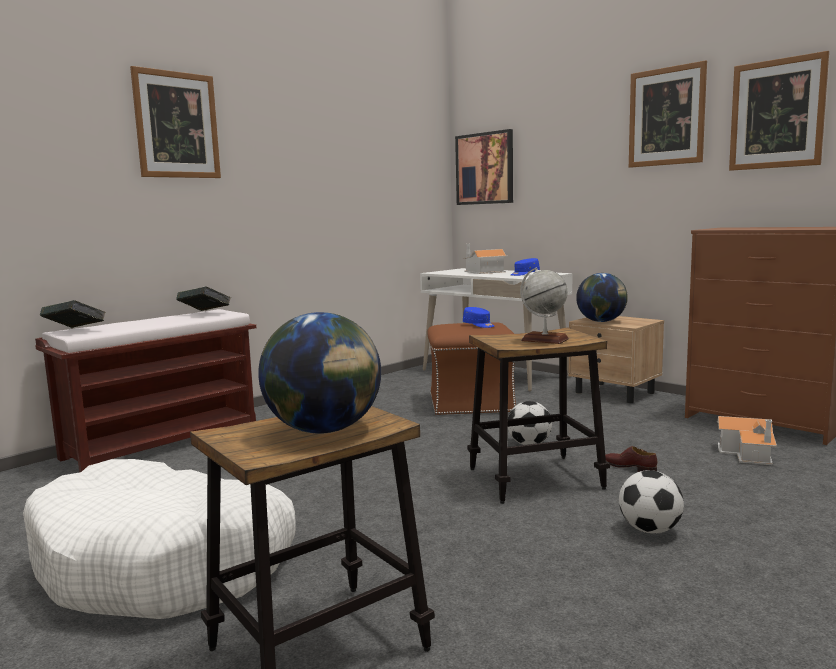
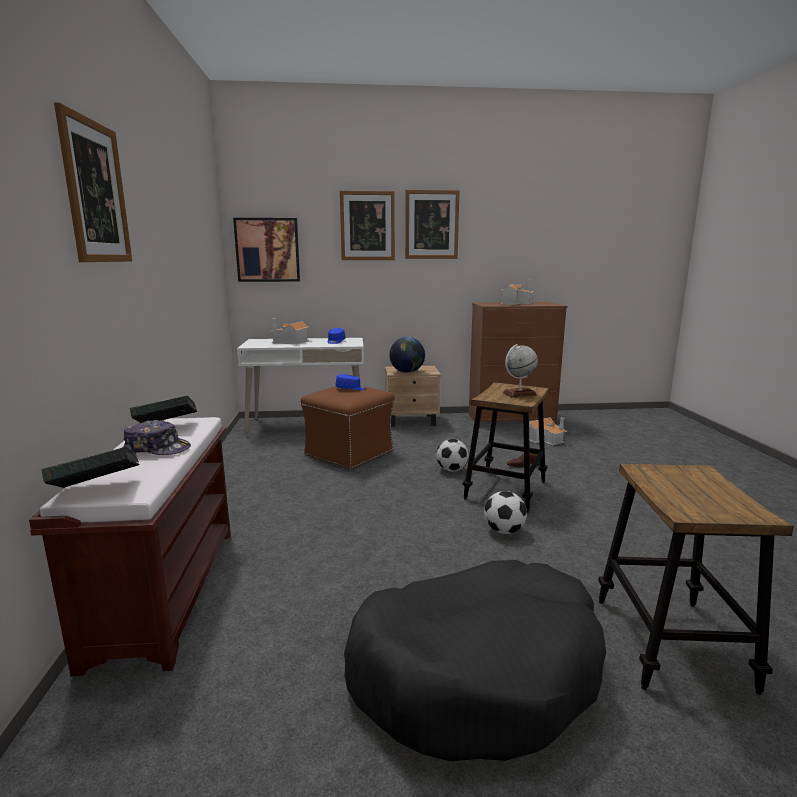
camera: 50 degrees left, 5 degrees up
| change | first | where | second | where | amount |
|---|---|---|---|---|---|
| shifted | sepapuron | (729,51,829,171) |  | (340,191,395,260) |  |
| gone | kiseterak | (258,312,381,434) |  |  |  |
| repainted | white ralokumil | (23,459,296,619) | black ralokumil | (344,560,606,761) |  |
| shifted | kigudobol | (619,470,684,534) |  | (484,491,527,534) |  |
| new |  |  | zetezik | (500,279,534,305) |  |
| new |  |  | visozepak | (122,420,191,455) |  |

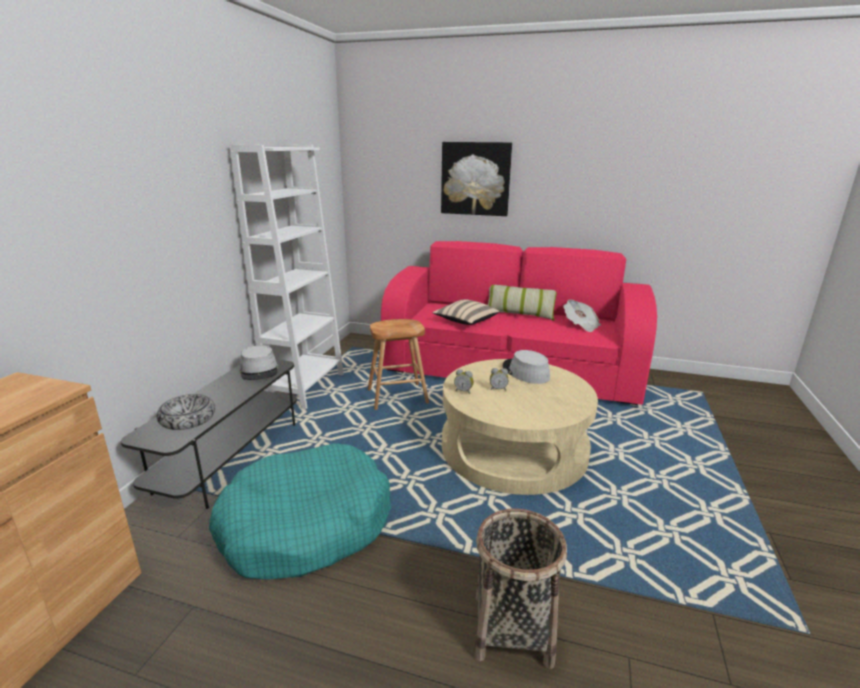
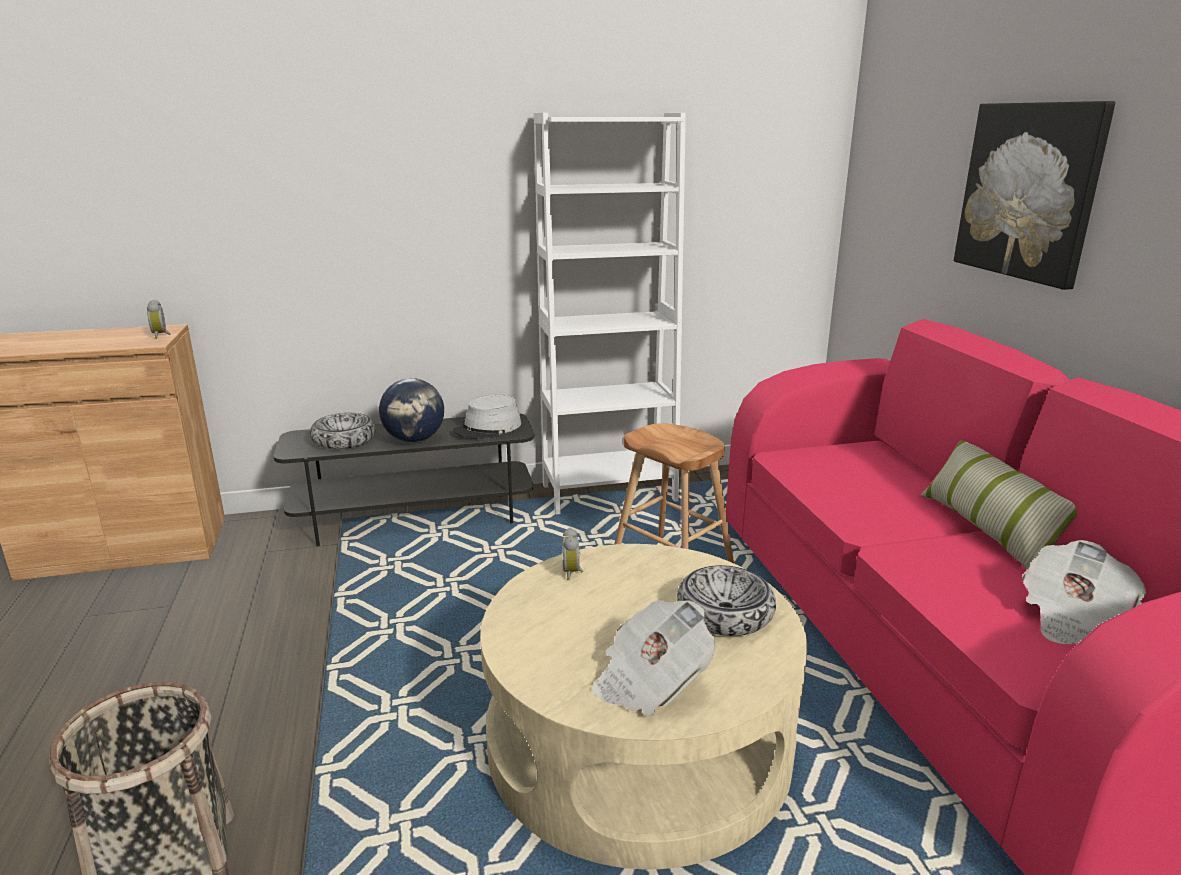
camera: 60 degrees right, 0 degrees up
| change | first | where | second | where | amount |
|---|---|---|---|---|---|
| gone | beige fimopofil | (433,299,499,325) |  |  |  |
| swapped | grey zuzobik | (502,350,550,384) | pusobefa | (677,565,776,636) |  |
| shifted | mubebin | (490,368,508,391) |  | (147,300,170,339) |  |
| gone | turquoise ralokumil | (209,443,391,580) |  |  |  |
| new |  |  | kiseterak | (379,378,444,442) |  |
| new |  |  | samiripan | (592,600,716,716) |  |

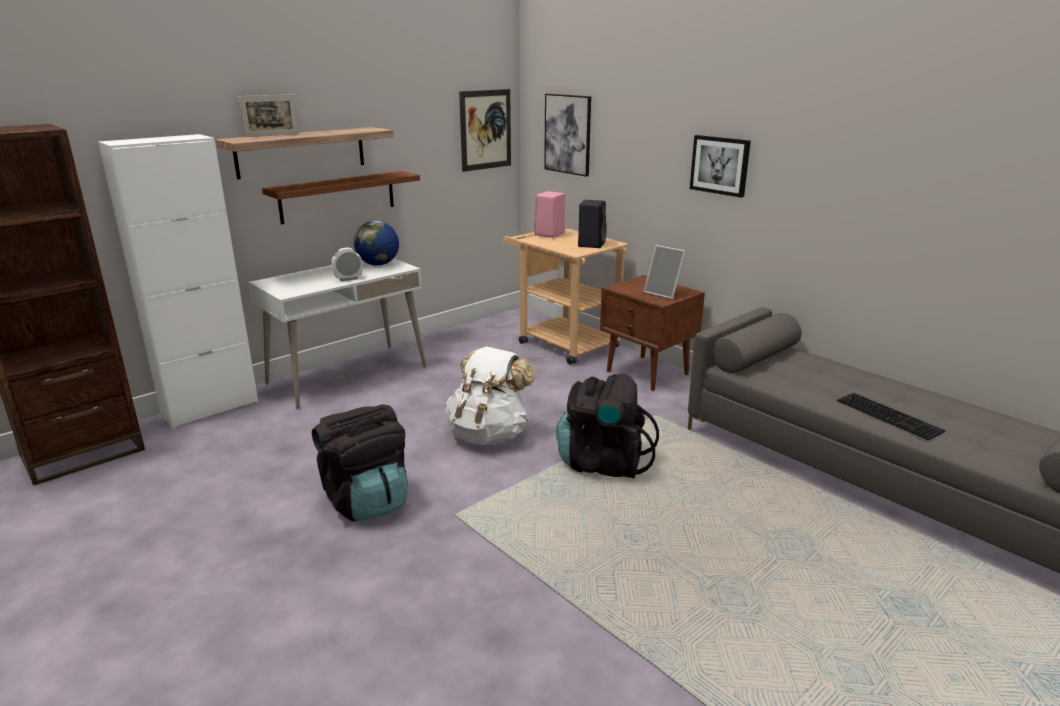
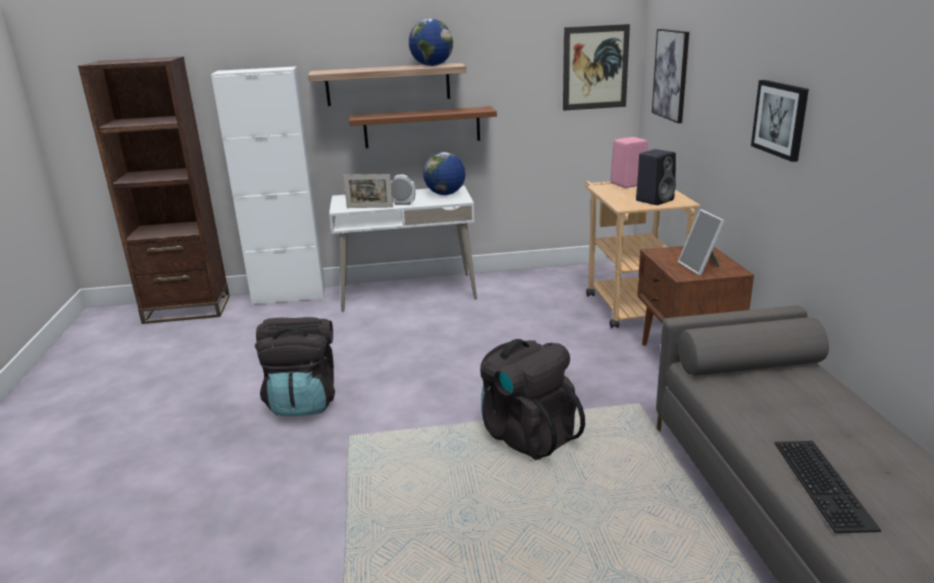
camera: 35 degrees right, 0 degrees up
| change | first | where | second | where | amount |
|---|---|---|---|---|---|
| shifted | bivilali | (238,95,299,137) |  | (343,174,393,208) |  |
| gone | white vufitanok | (445,346,536,445) |  |  |  |
| new |  |  | kiseterak | (409,19,453,66) |  |

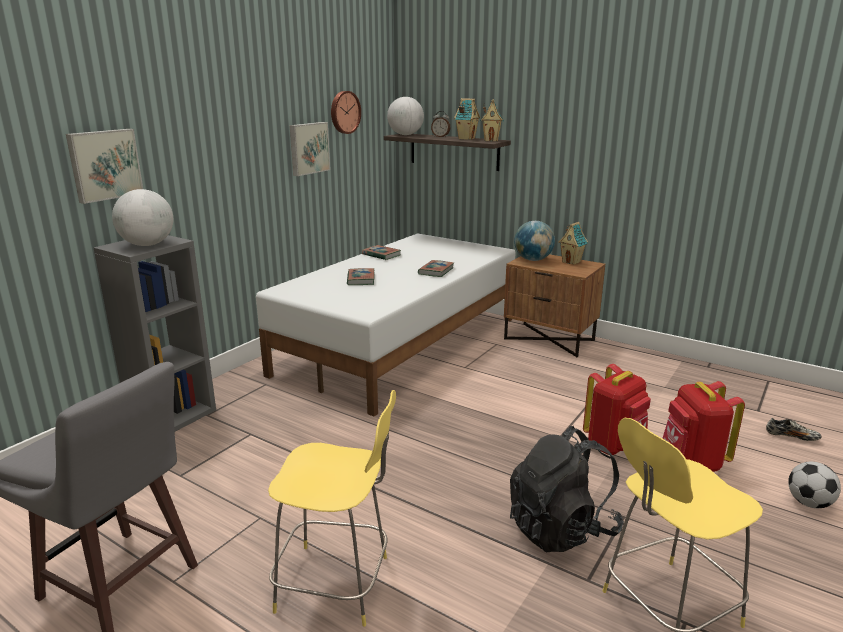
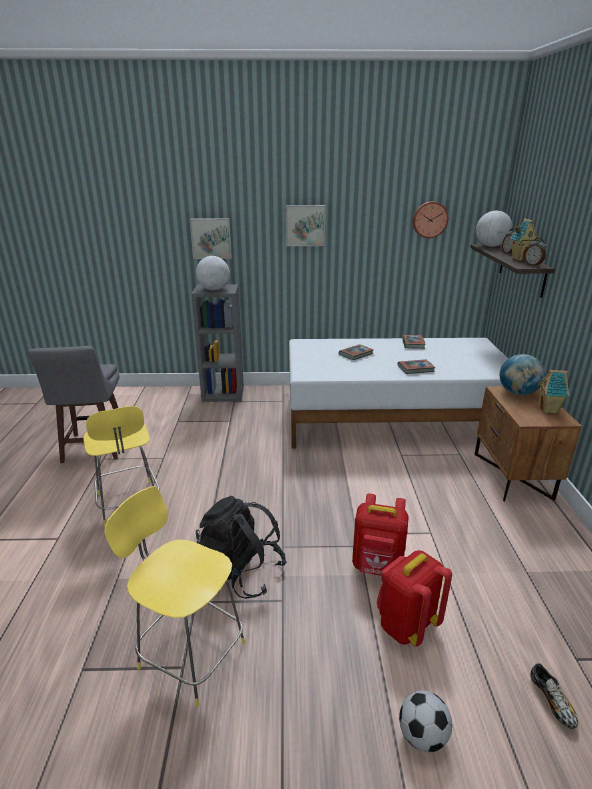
camera: 55 degrees right, 5 degrees up
| change | first | where | second | where | amount |
|---|---|---|---|---|---|
| swapped | zetezik | (480,99,504,141) | mubebin | (524,238,547,267) |  |
| shifted | sepapuron | (290,122,330,176) |  | (286,205,326,246) |  |

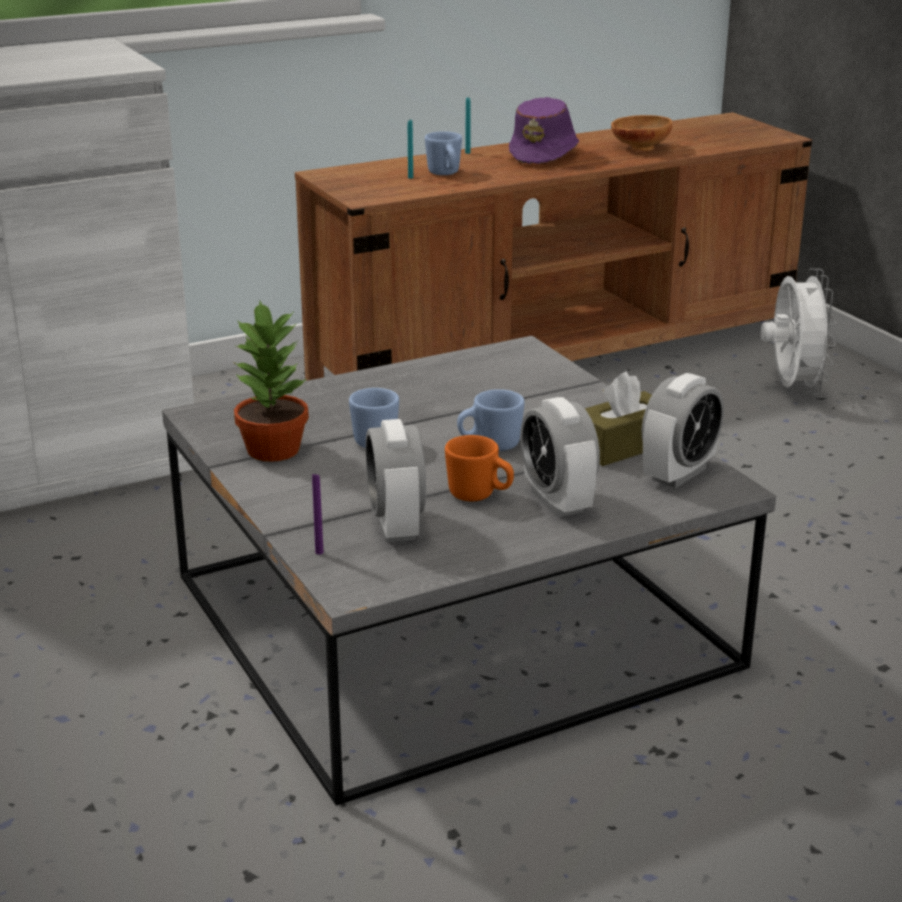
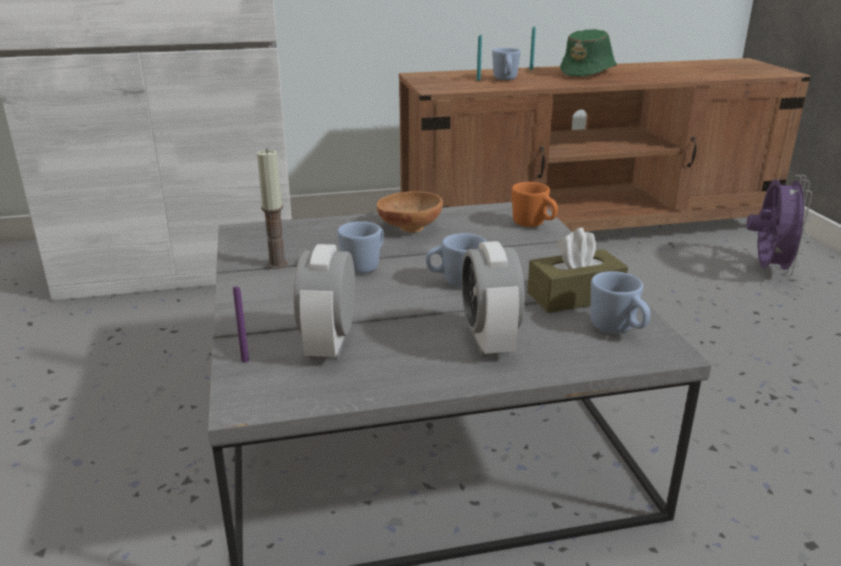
camera: 15 degrees right, 0 degrees up
| change | first | where | second | where | amount |
|---|---|---|---|---|---|
| repainted | purple zuzobik | (509,97,579,164) | green zuzobik | (560,29,617,77) |  |
| shifted | brown pusobefa | (611,115,673,151) |  | (377,191,443,233) |  |
| repainted | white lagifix | (761,268,837,395) | purple lagifix | (746,175,812,277) |  |
| swapped | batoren | (233,301,309,462) | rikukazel | (257,149,288,269) |  |
| swapped | mubebin | (642,373,724,488) | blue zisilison | (591,271,651,334) |  |
| shifted | orange zisilison | (445,435,514,501) |  | (512,182,558,227) |  |

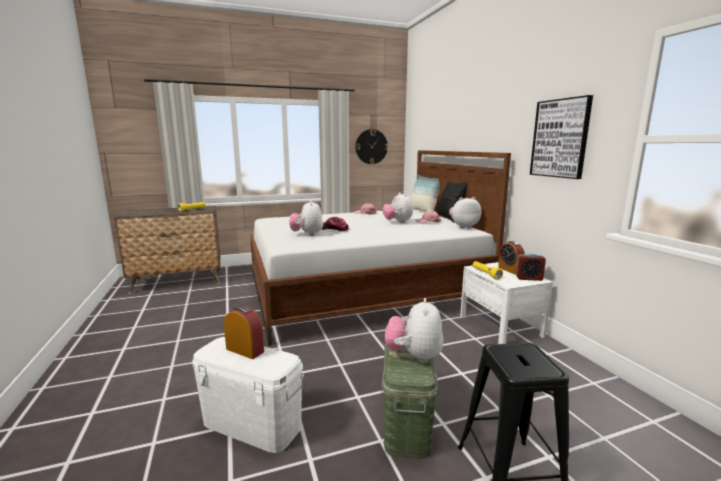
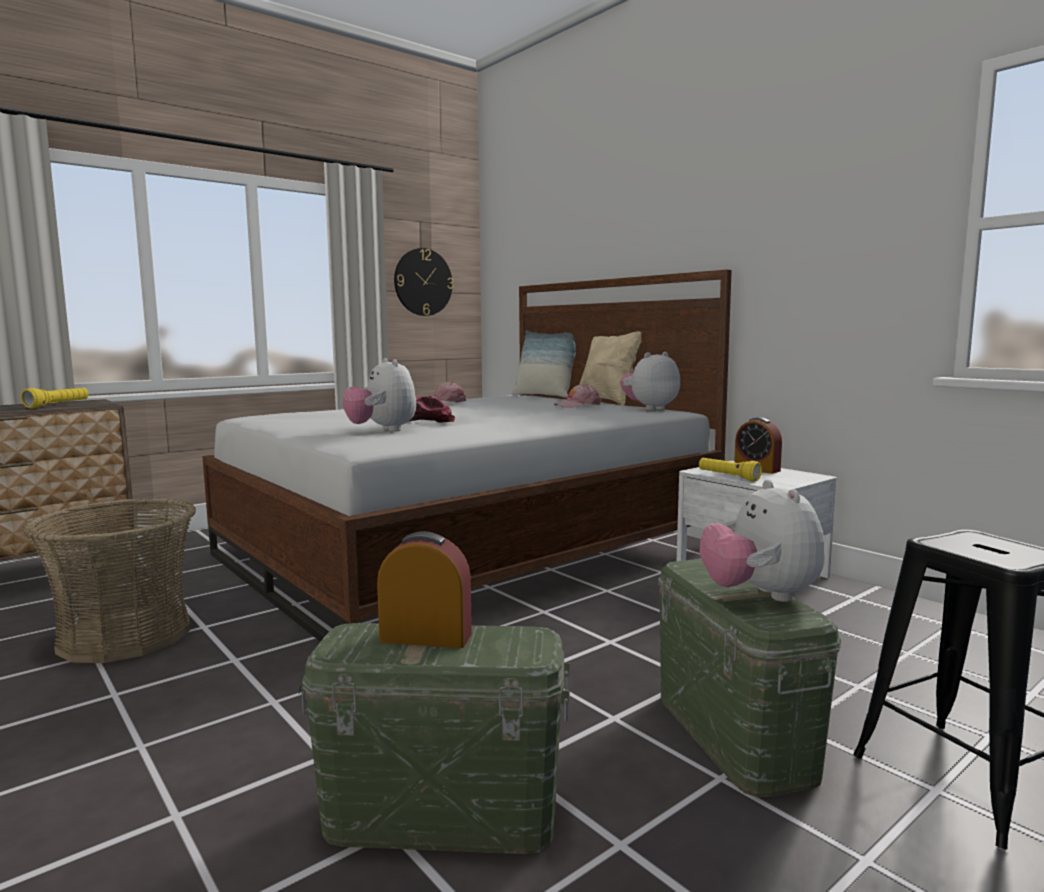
camera: 20 degrees left, 5 degrees down
| change | first | where | second | where | amount |
|---|---|---|---|---|---|
| gone | sepapuron | (530,95,593,179) |  |  |  |
| repainted | black fimopofil | (436,182,468,223) | beige fimopofil | (579,331,641,405) |  |
| gone | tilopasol | (383,192,413,223) |  |  |  |
| gone | mubebin | (516,253,546,281) |  |  |  |
| repainted | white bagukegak | (192,337,304,453) | green bagukegak | (298,623,570,854) |  |
| new |  |  | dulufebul | (23,498,196,663) |  |

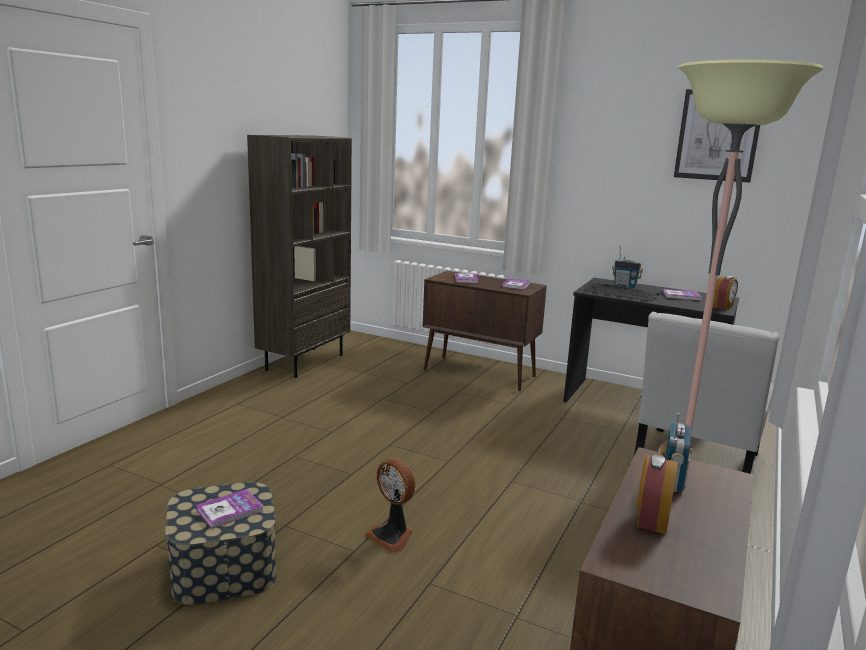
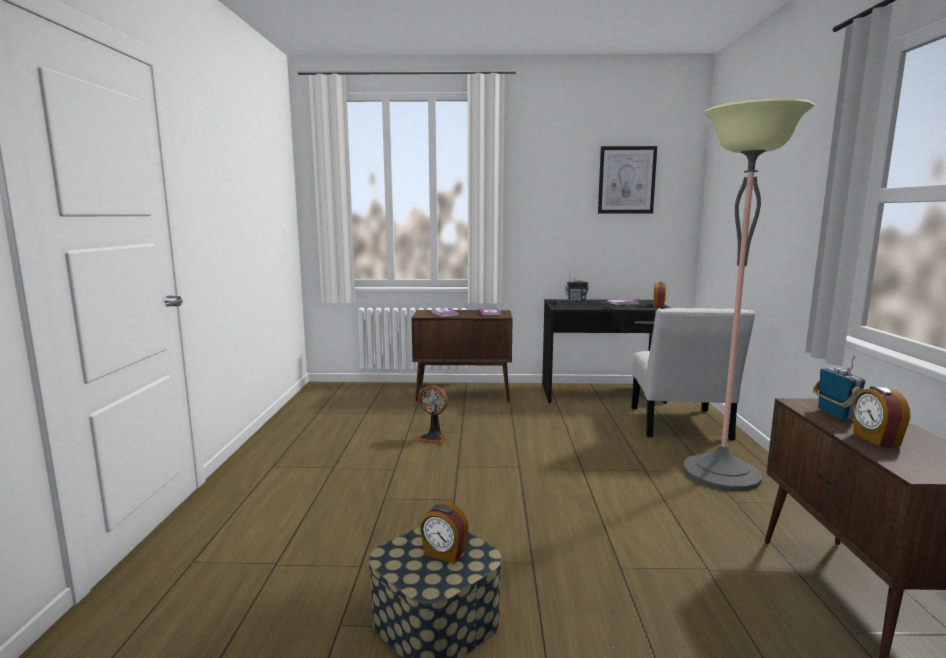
camera: 25 degrees left, 5 degrees down
| change | first | where | second | where | amount |
|---|---|---|---|---|---|
| gone | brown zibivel | (247,135,352,378) |  |  |  |
| shifted | lagifix | (364,458,416,553) |  | (416,385,448,445) |  |
| swapped | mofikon | (196,489,264,529) | mubebin | (420,502,469,564) |  |

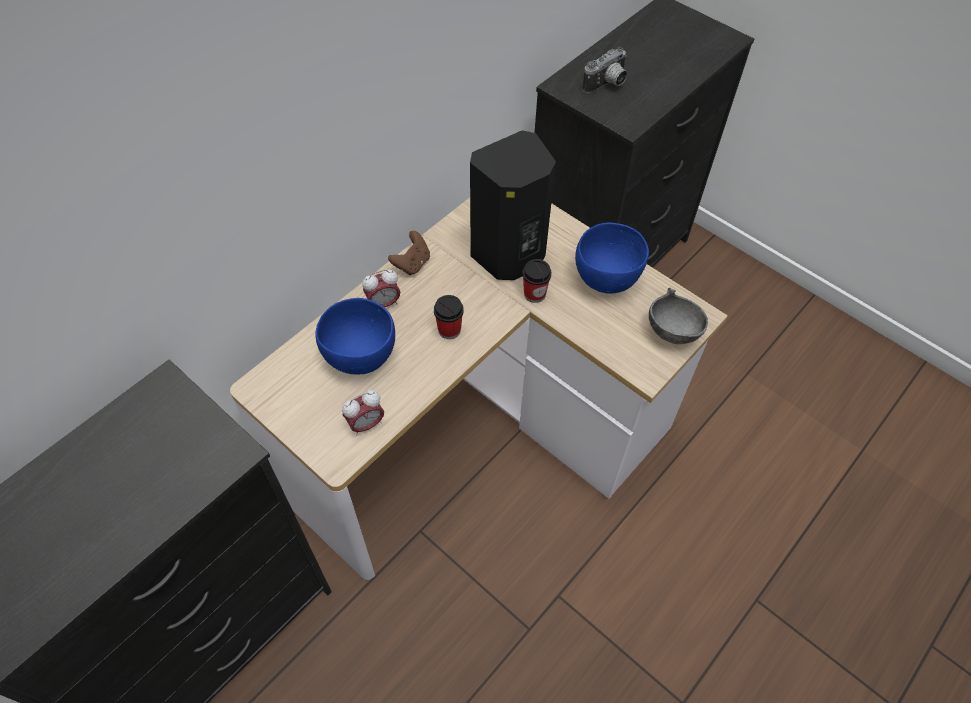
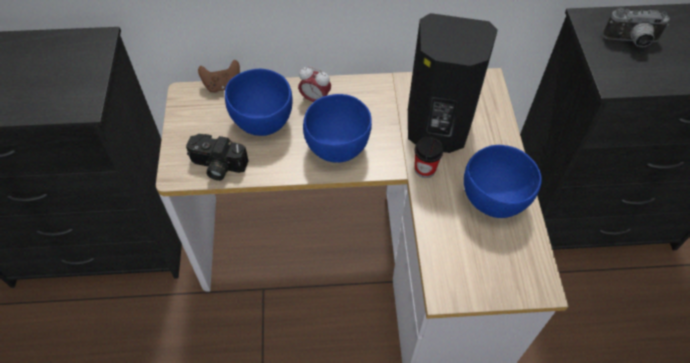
camera: 45 degrees right, 0 degrees up
| change | first | where | second | where | amount |
|---|---|---|---|---|---|
| shifted | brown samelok | (388,231,430,275) |  | (198,60,240,93) |  |
| gone | grey pusobefa | (649,288,708,344) |  |  |  |
| swapped | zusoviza | (434,295,464,339) | blue pusobefa | (303,94,372,163) |  |
| swapped | mubebin | (342,390,384,436) | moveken | (186,134,249,181) |  |

